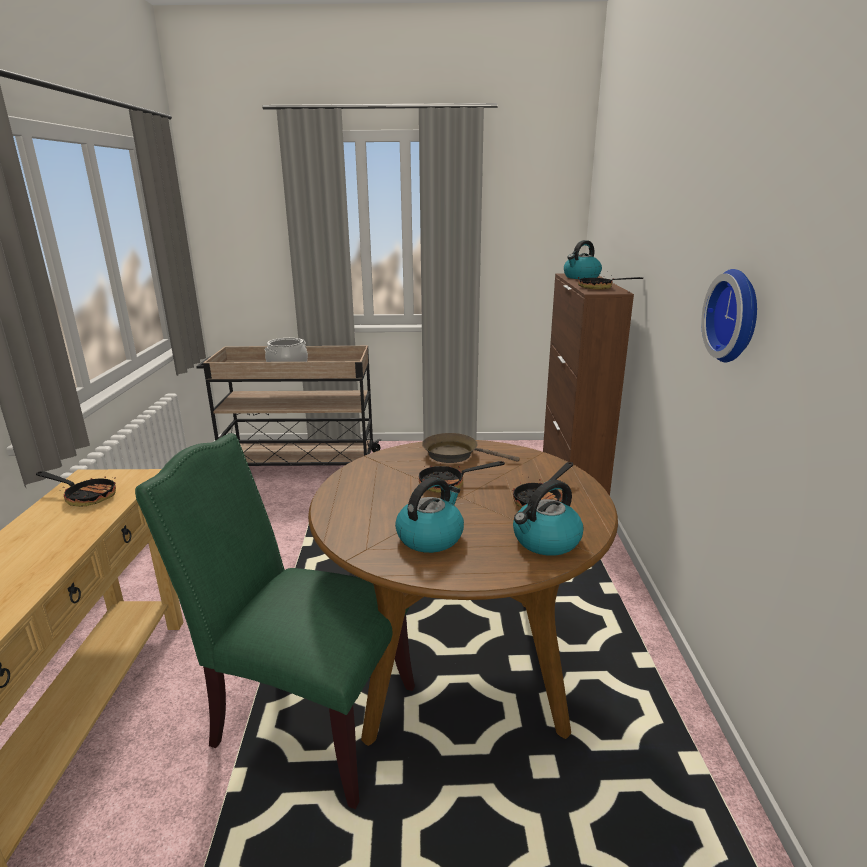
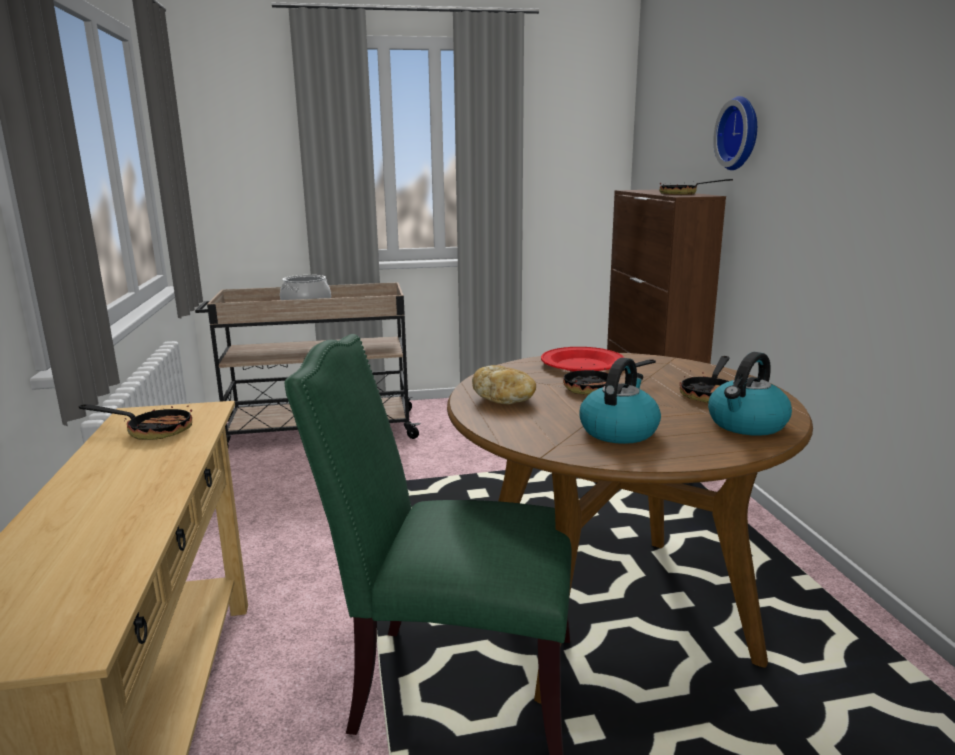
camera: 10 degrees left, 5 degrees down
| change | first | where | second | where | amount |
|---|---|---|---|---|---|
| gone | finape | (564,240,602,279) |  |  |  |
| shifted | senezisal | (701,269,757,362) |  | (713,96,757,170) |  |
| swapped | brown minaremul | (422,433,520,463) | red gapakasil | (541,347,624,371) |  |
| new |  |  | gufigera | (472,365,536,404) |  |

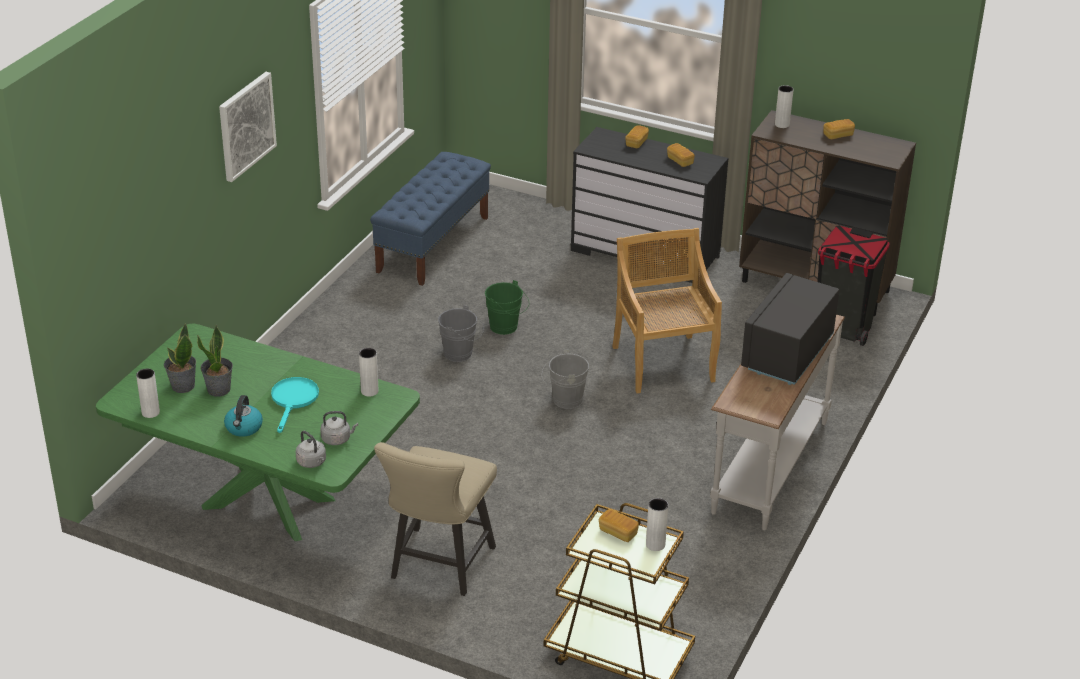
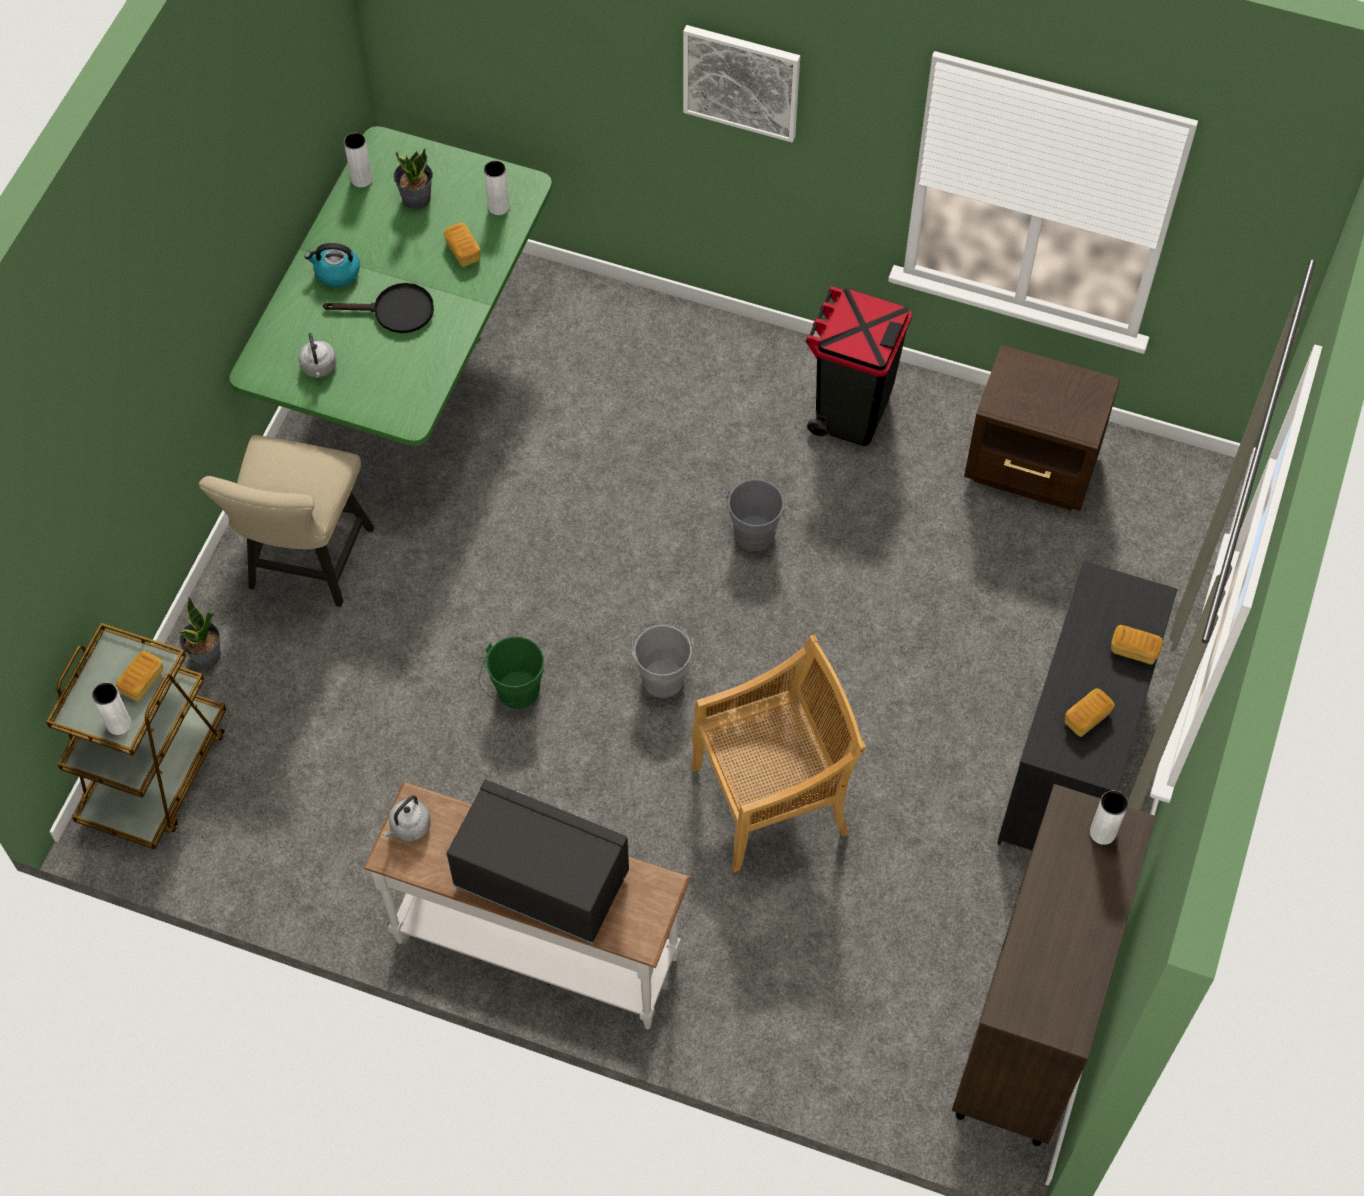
camera: 85 degrees right, 25 degrees up
| change | first | where | second | where | amount |
|---|---|---|---|---|---|
| shifted | gufigera | (824,119,855,139) |  | (443,223,481,267) |  |
| swapped | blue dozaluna | (370,152,491,286) | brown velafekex | (964,345,1120,511) |  |
| shifted | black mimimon | (817,225,890,346) |  | (805,286,912,446) |  |
| shifted | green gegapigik | (485,280,529,335) |  | (479,636,544,709) |  |
| shifted | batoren | (197,324,233,397) |  | (180,597,221,667) |  |
| shifted | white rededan | (359,348,378,397) |  | (484,161,509,215) |  |
| repainted | turquoise minaremul | (271,377,319,433) | black minaremul | (323,283,434,333) |  |
| shifted | grey finape | (296,431,326,468) |  | (382,795,431,841) |  |
| rotated | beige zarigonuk | (374,442,497,596) |  | (199,435,374,607) | 90 degrees counterclockwise |

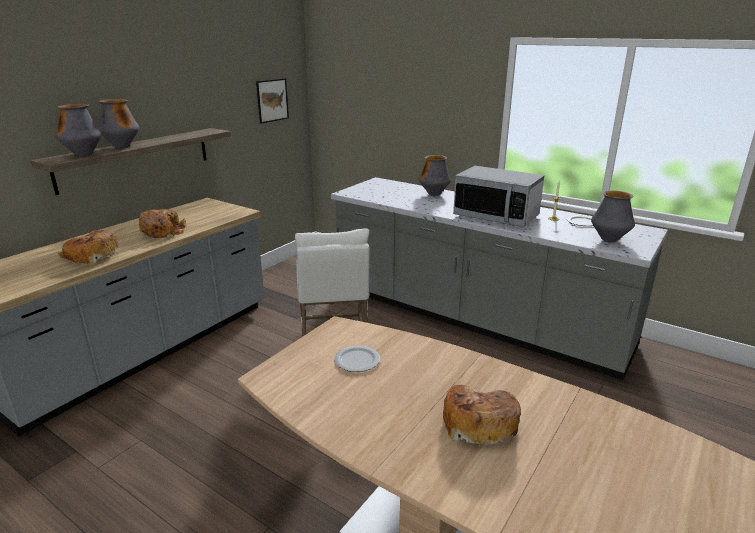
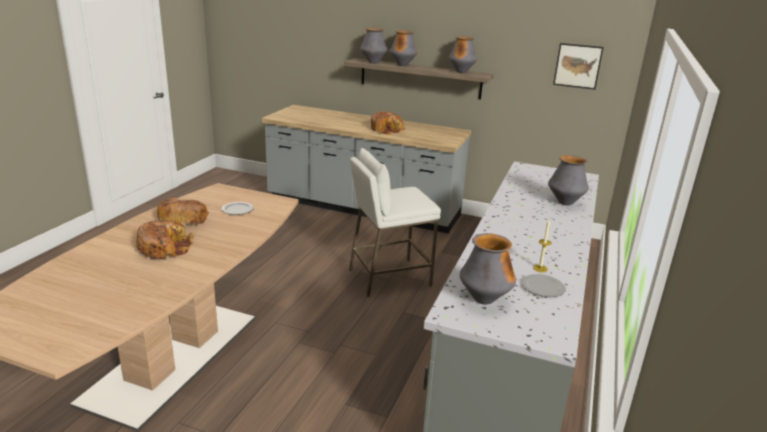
camera: 75 degrees right, 0 degrees up
| change | first | where | second | where | amount |
|---|---|---|---|---|---|
| gone | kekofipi | (453,166,544,227) |  |  |  |
| shifted | gufigera | (58,230,118,264) |  | (157,197,209,226) |  |
| new |  |  | rededan | (448,36,477,73) |  |

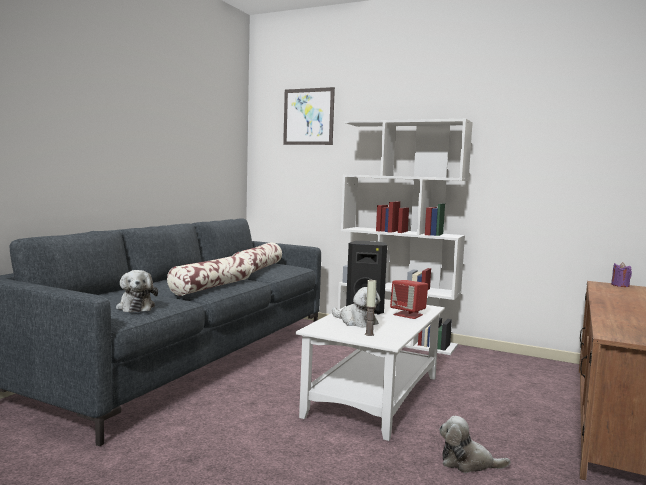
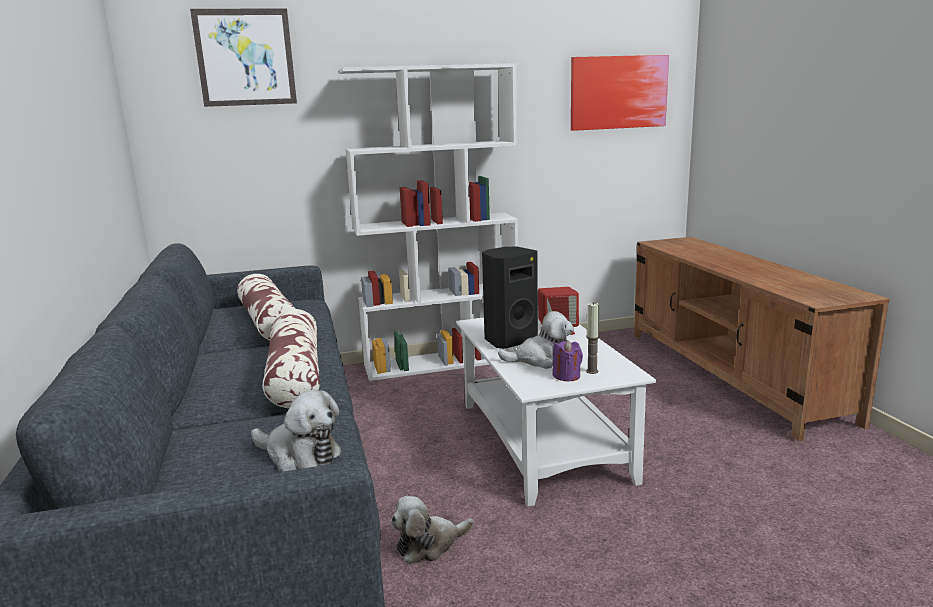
camera: 40 degrees left, 10 degrees up
| change | first | where | second | where | amount |
|---|---|---|---|---|---|
| shifted | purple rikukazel | (611,262,632,287) |  | (553,340,583,381) |  |
| shifted | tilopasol | (439,416,511,473) |  | (391,496,474,564) |  |
| new |  |  | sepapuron | (571,55,669,131) |  |

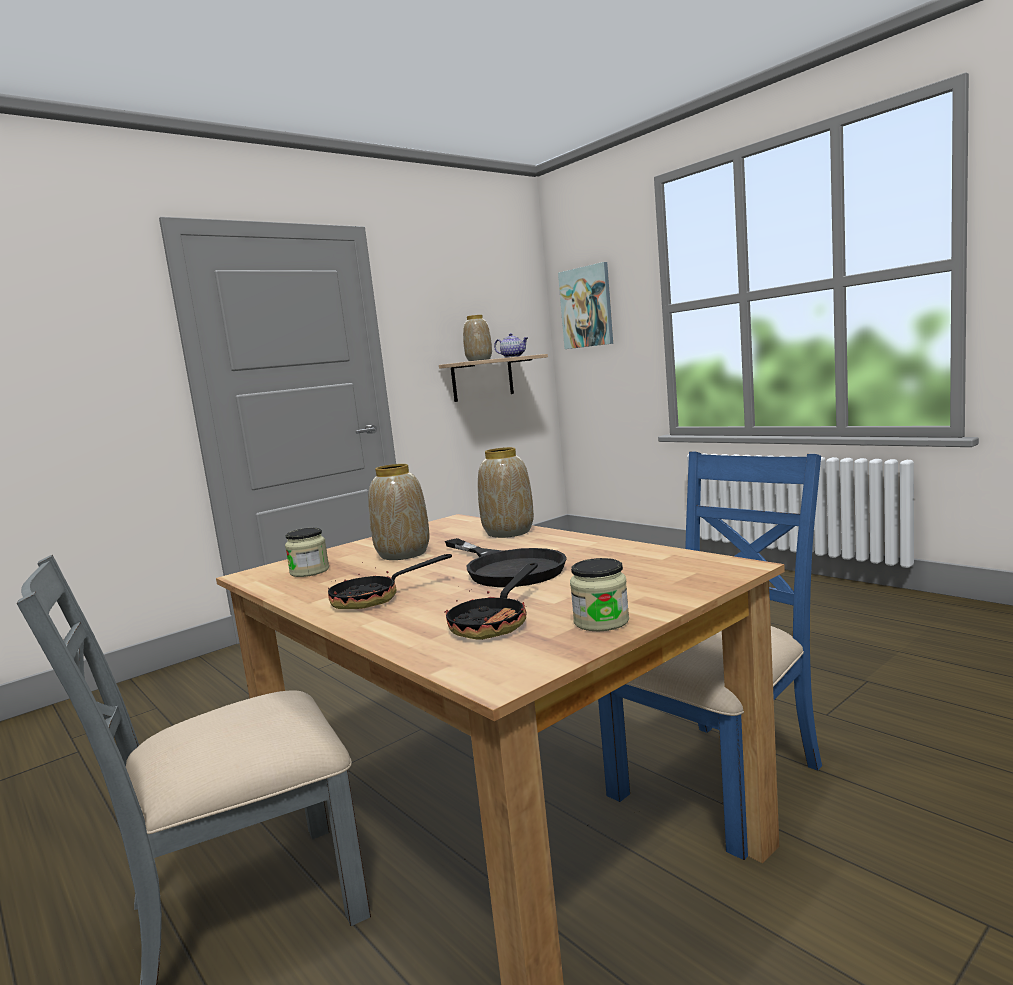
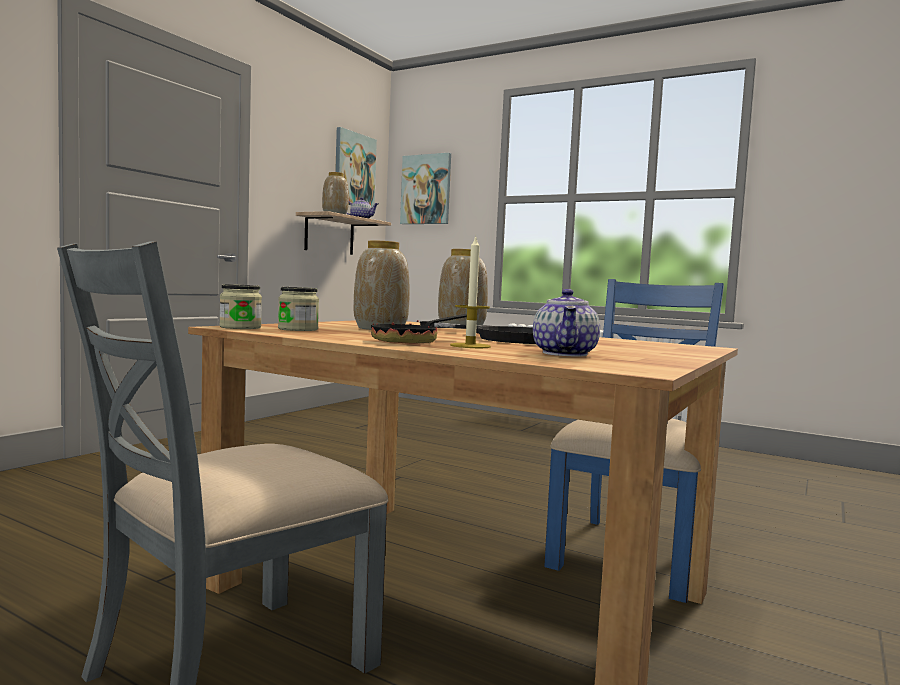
camera: 20 degrees left, 5 degrees down
| change | first | where | second | where | amount |
|---|---|---|---|---|---|
| shifted | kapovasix | (570,558,629,631) |  | (219,284,262,329) |  |
| swapped | minaremul | (444,563,538,640) | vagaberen | (533,289,600,357) |  |
| new |  |  | sepapuron | (335,127,377,207) |  |
| new |  |  | rikukazel | (450,235,491,348) |  |

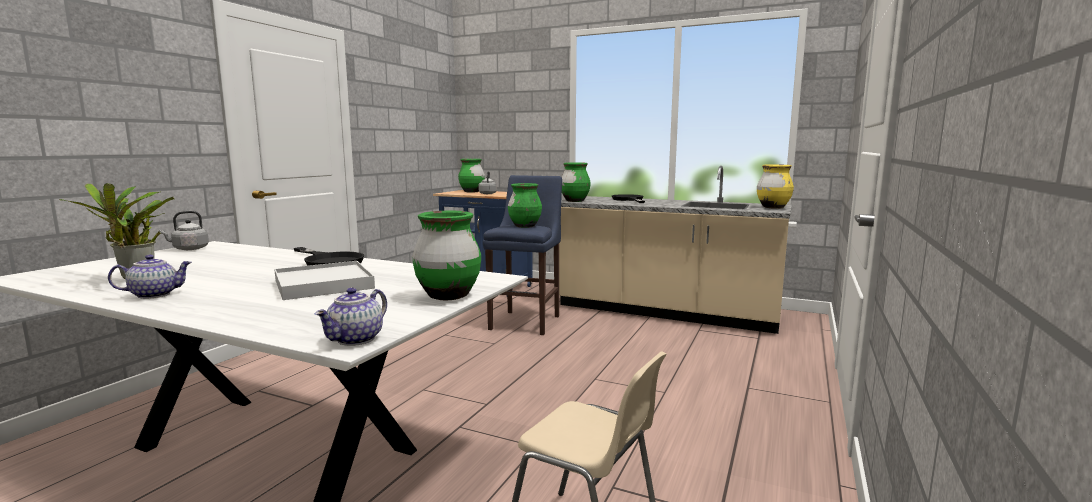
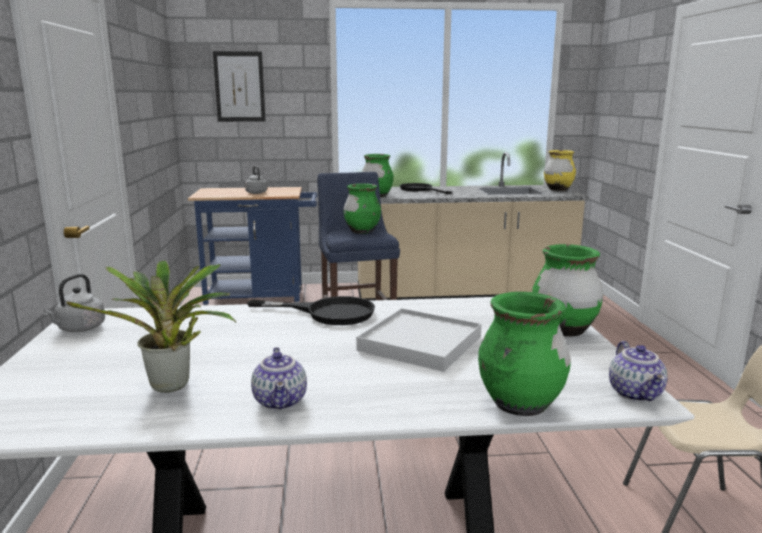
camera: 30 degrees left, 5 degrees up
| change | first | where | second | where | amount |
|---|---|---|---|---|---|
| shifted | green rededan | (458,159,485,192) |  | (478,292,571,416) |  |
| rotated | vagaberen | (108,255,192,299) |  | (251,347,307,410) | 135 degrees clockwise |
| new |  |  | sepapuron | (213,51,266,122) |  |

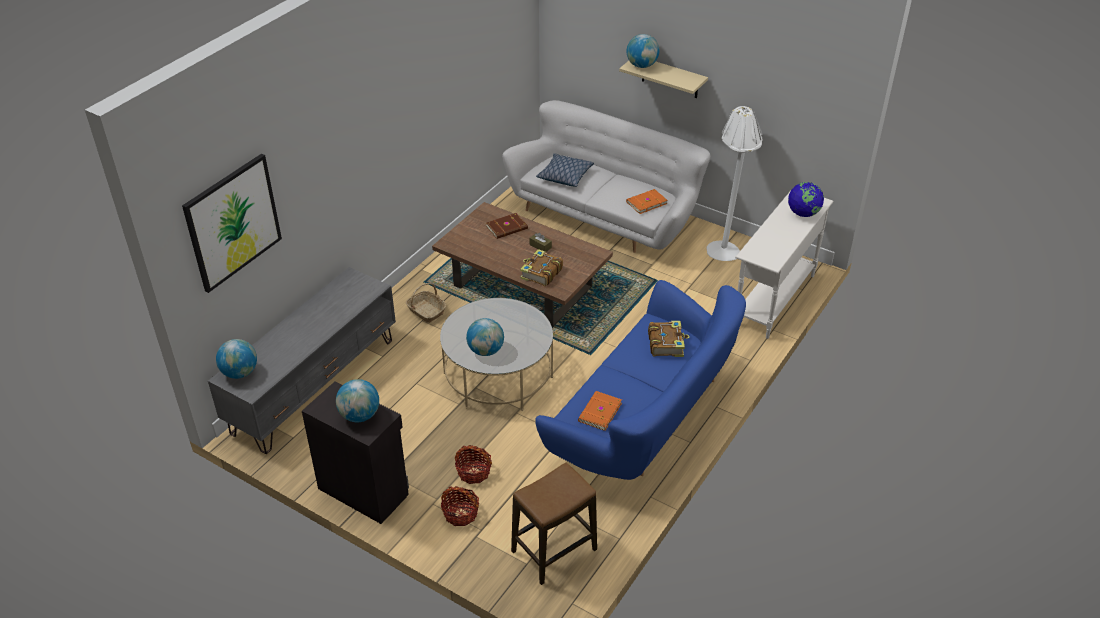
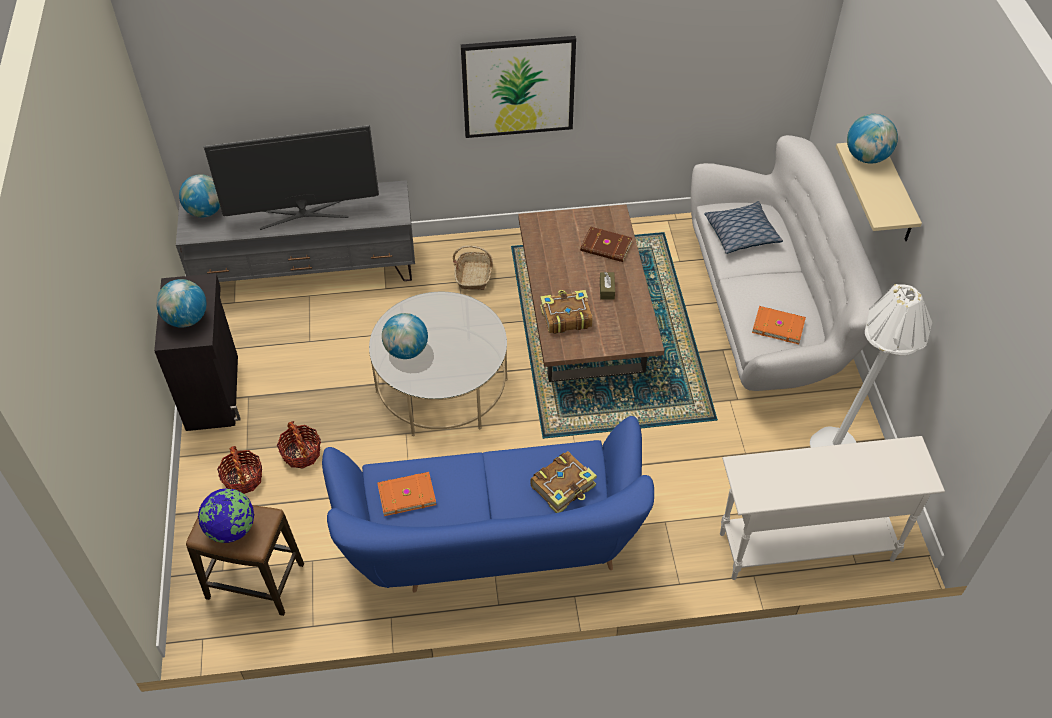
camera: 50 degrees right, 10 degrees up
| change | first | where | second | where | amount |
|---|---|---|---|---|---|
| shifted | sepapuron | (182,154,282,293) |  | (461,36,576,138) |  |
| shifted | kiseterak | (788,182,824,217) |  | (198,488,255,543) |  |
| new |  |  | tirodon | (204,125,379,230) |  |

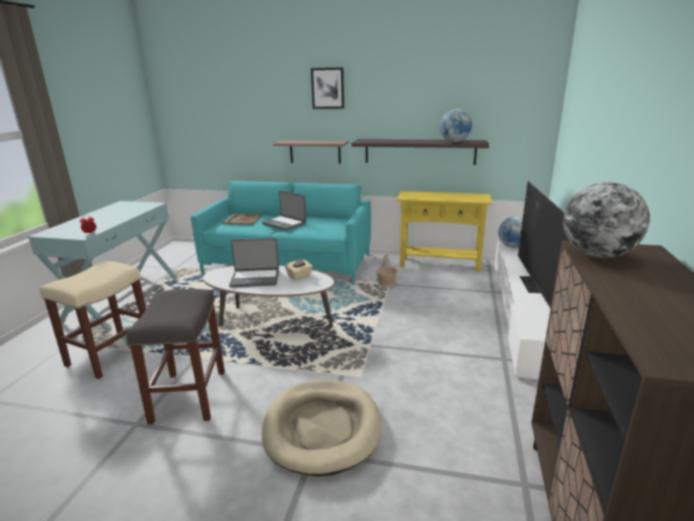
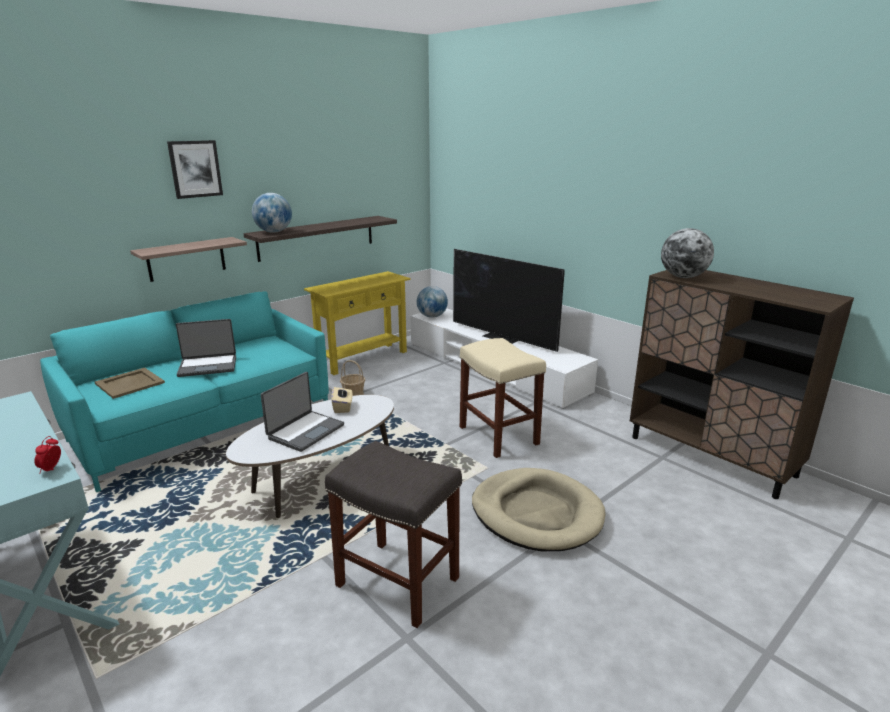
camera: 55 degrees left, 0 degrees up
| change | first | where | second | where | amount |
|---|---|---|---|---|---|
| shifted | kiseterak | (440,109,472,142) |  | (252,193,292,233) |  |
| shifted | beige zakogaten | (40,261,146,379) |  | (460,338,546,458) |  |

